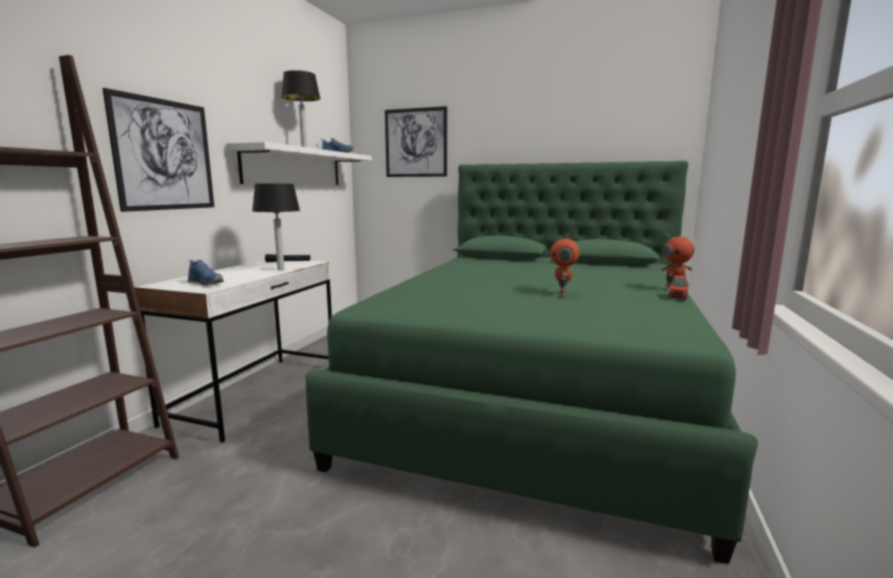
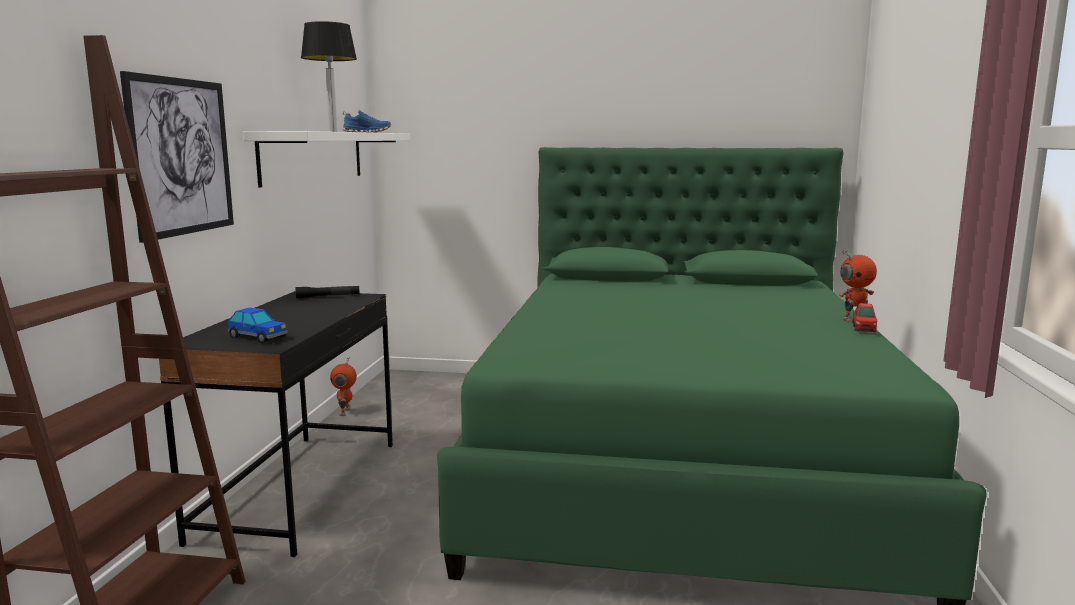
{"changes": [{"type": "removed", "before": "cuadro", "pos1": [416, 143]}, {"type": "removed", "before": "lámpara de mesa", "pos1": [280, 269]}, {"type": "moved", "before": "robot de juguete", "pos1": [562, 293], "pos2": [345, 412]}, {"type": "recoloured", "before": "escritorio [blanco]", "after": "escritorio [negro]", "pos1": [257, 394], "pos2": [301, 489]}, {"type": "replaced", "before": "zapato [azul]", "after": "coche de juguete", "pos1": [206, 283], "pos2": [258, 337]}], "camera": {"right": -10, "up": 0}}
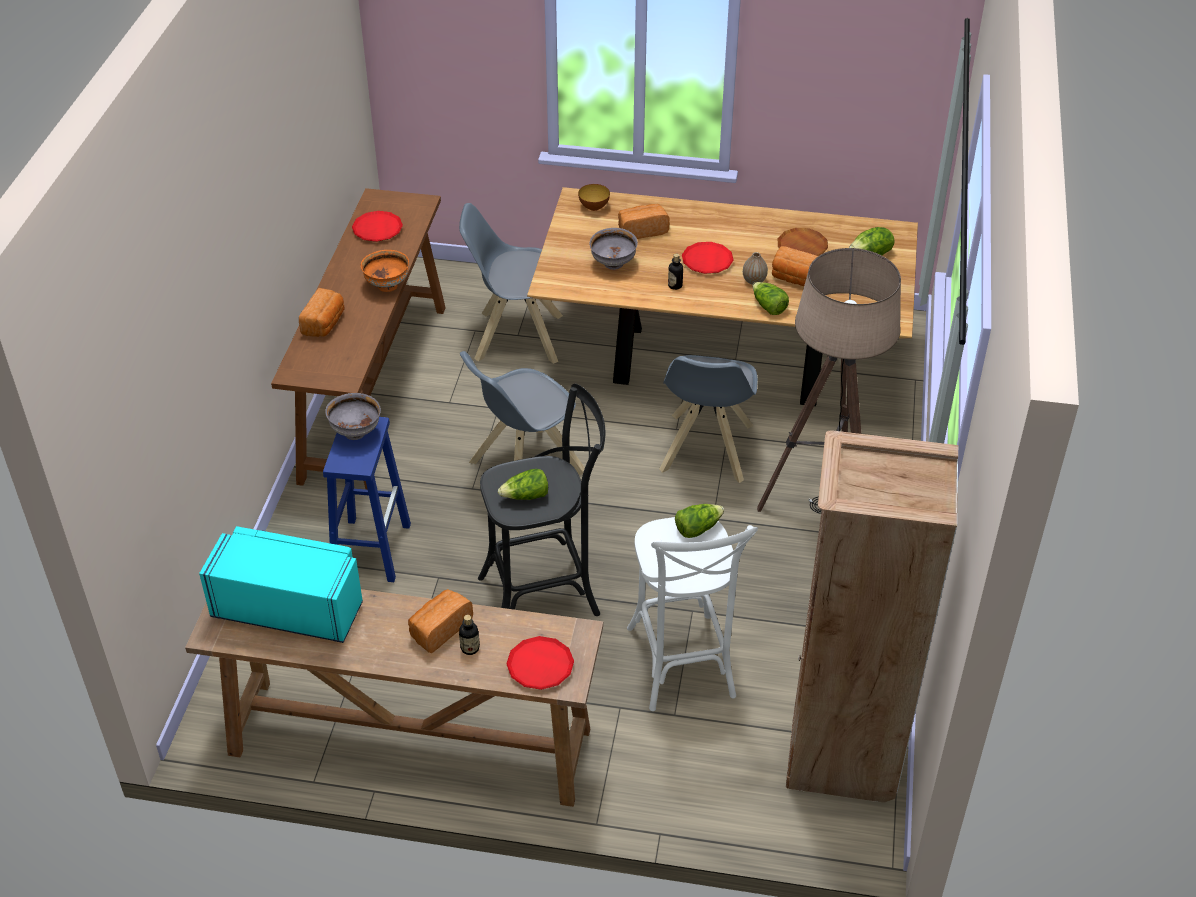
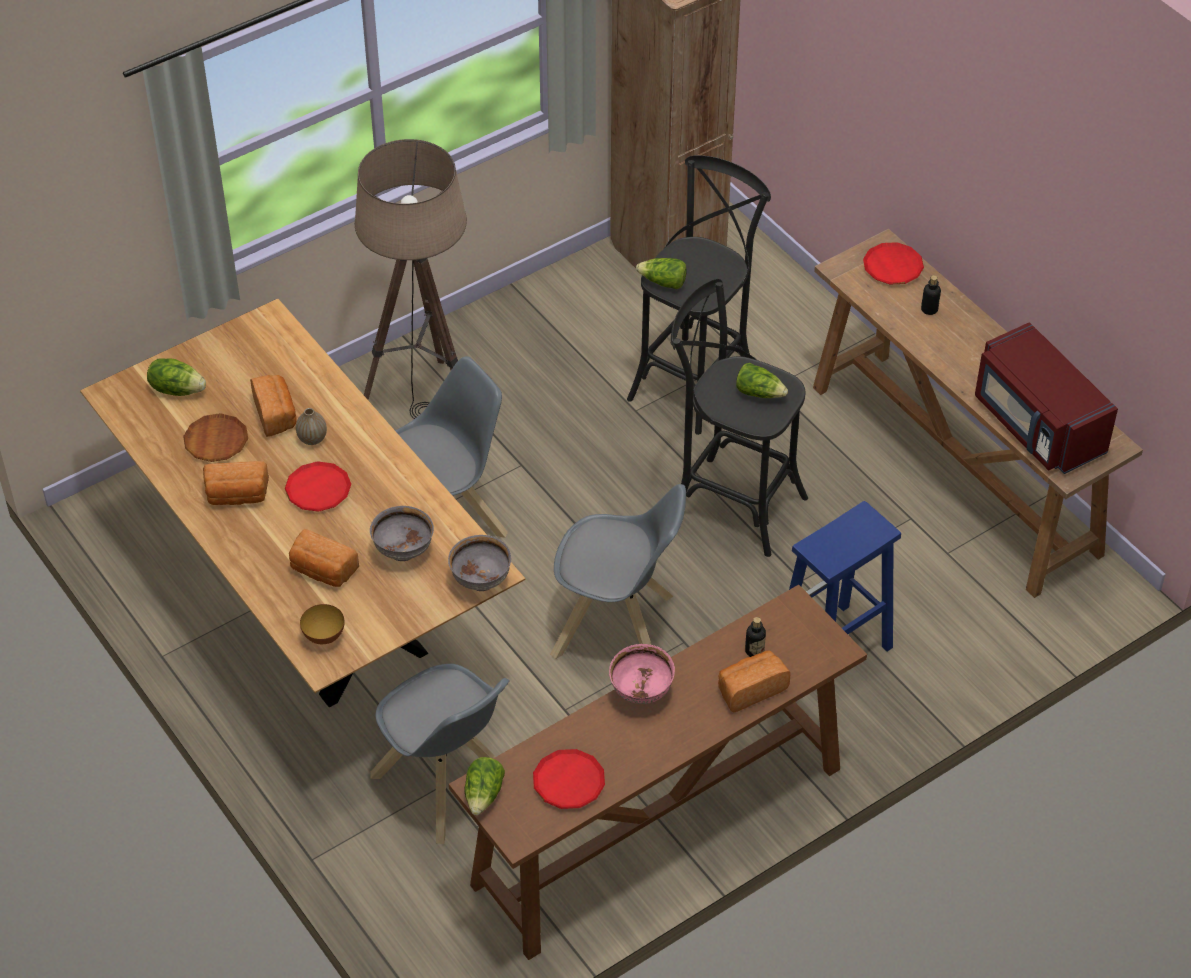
{"changes": [{"type": "recoloured", "before": "cuenco [naranja]", "after": "cuenco [rosa]", "pos1": [387, 286], "pos2": [642, 693]}, {"type": "moved", "before": "botella", "pos1": [675, 285], "pos2": [754, 651]}, {"type": "moved", "before": "lechuga", "pos1": [768, 306], "pos2": [484, 795]}, {"type": "moved", "before": "cuenco [gris]", "pos1": [356, 432], "pos2": [480, 581]}, {"type": "recoloured", "before": "taburete [blanco]", "after": "taburete [negro]", "pos1": [681, 667], "pos2": [696, 380]}, {"type": "recoloured", "before": "microondas [turquesa]", "after": "microondas [rojo]", "pos1": [289, 608], "pos2": [1036, 425]}, {"type": "moved", "before": "pan", "pos1": [439, 629], "pos2": [237, 496]}], "camera": {"right": -135, "up": 5}}
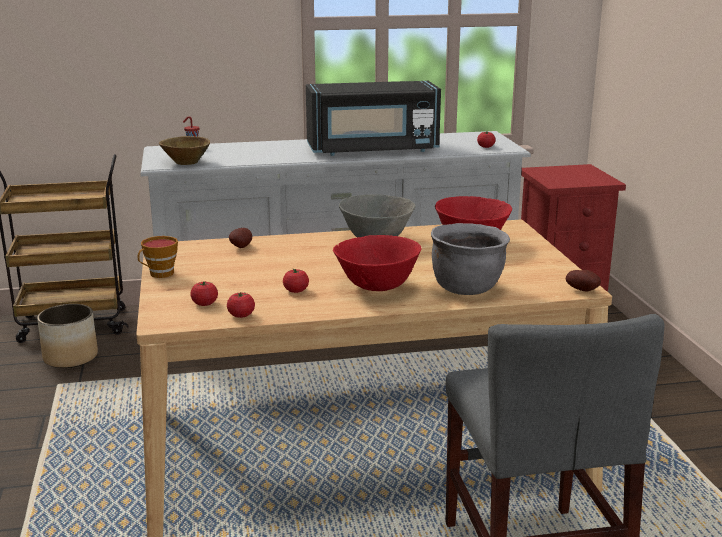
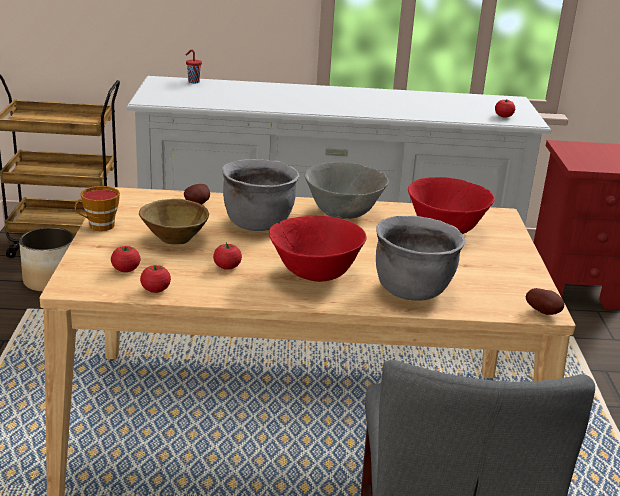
{"changes": [{"type": "removed", "before": "microondas [negro]", "pos1": [372, 150]}, {"type": "moved", "before": "cuenco [marrón]", "pos1": [185, 162], "pos2": [174, 239]}, {"type": "added", "after": "olla [gris]", "pos2": [258, 223]}], "camera": {"right": 10, "up": 5}}
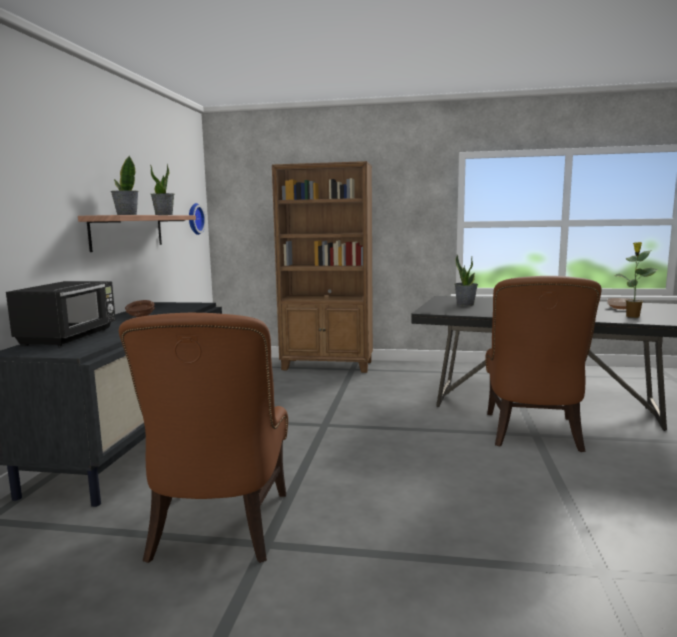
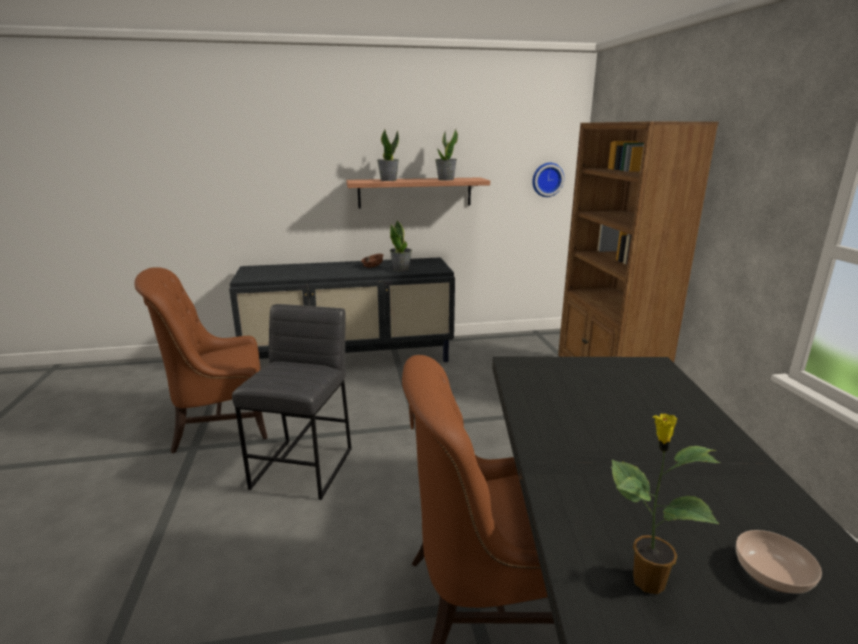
{"changes": [{"type": "moved", "before": "planta en maceta", "pos1": [465, 304], "pos2": [401, 269]}, {"type": "removed", "before": "microondas [negro]", "pos1": [70, 337]}, {"type": "added", "after": "taburete [gris]", "pos2": [303, 467]}], "camera": {"right": 70, "up": 10}}
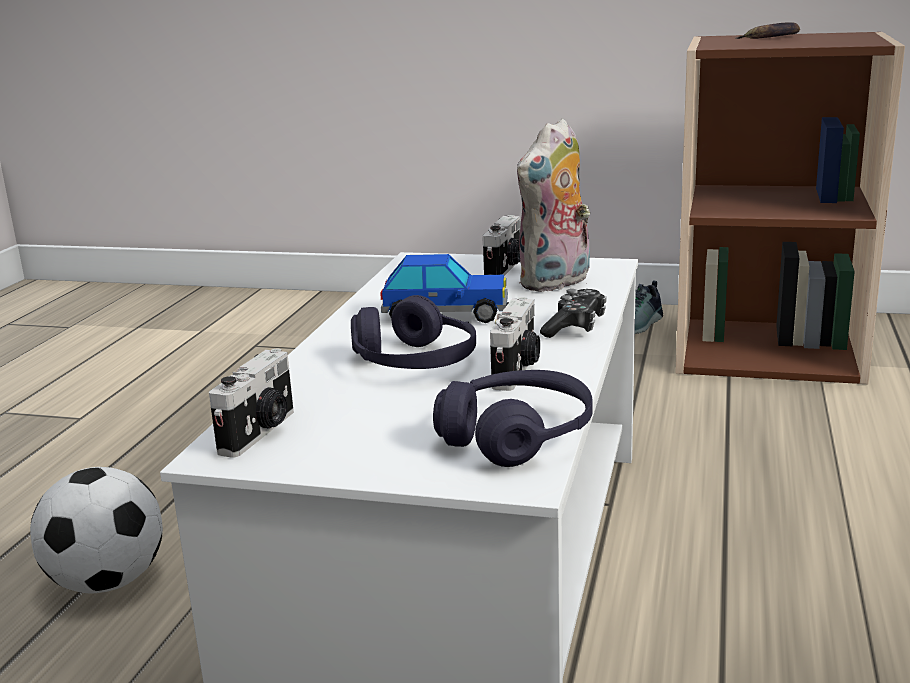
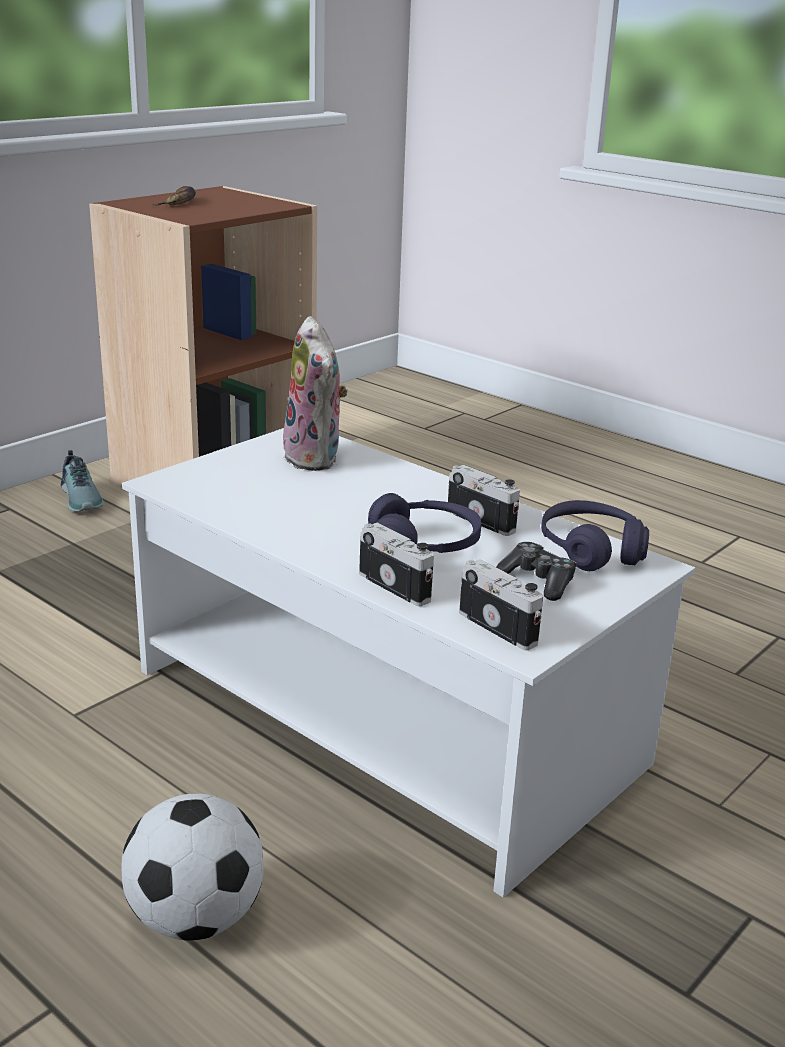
{"changes": [{"type": "moved", "before": "cámara", "pos1": [505, 269], "pos2": [396, 586]}, {"type": "removed", "before": "coche de juguete", "pos1": [446, 314]}, {"type": "moved", "before": "mando de consola", "pos1": [575, 326], "pos2": [538, 581]}], "camera": {"right": -65, "up": 5}}
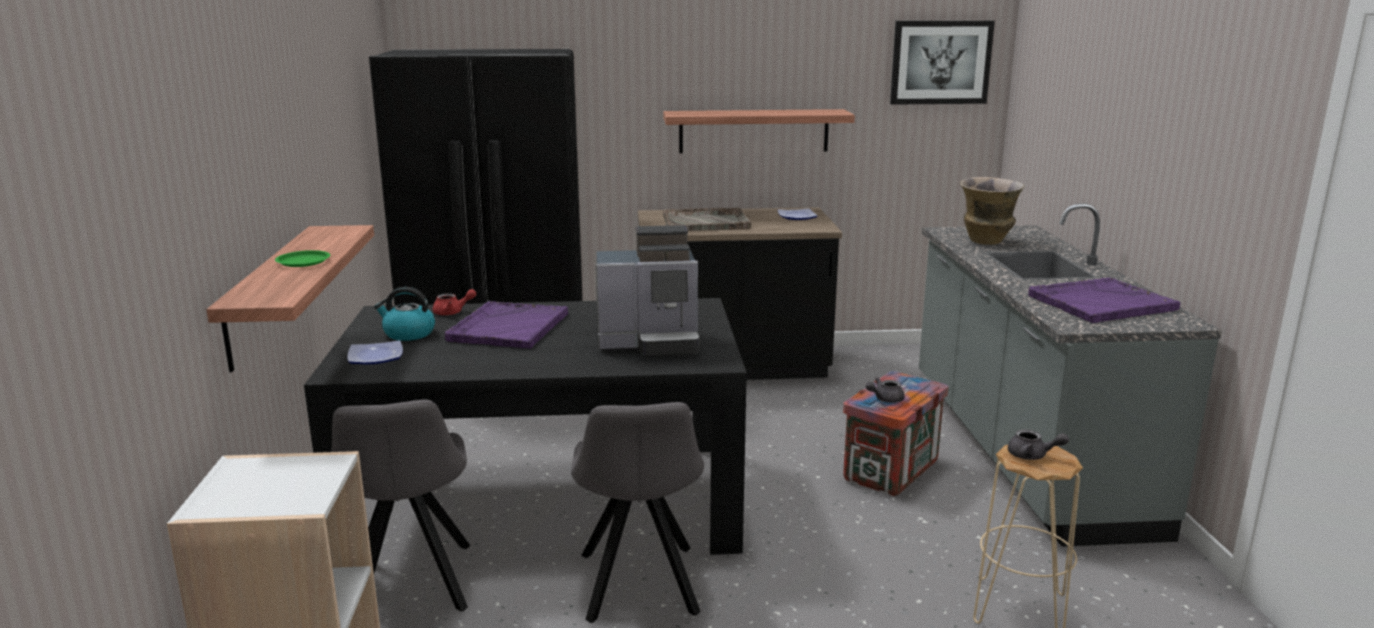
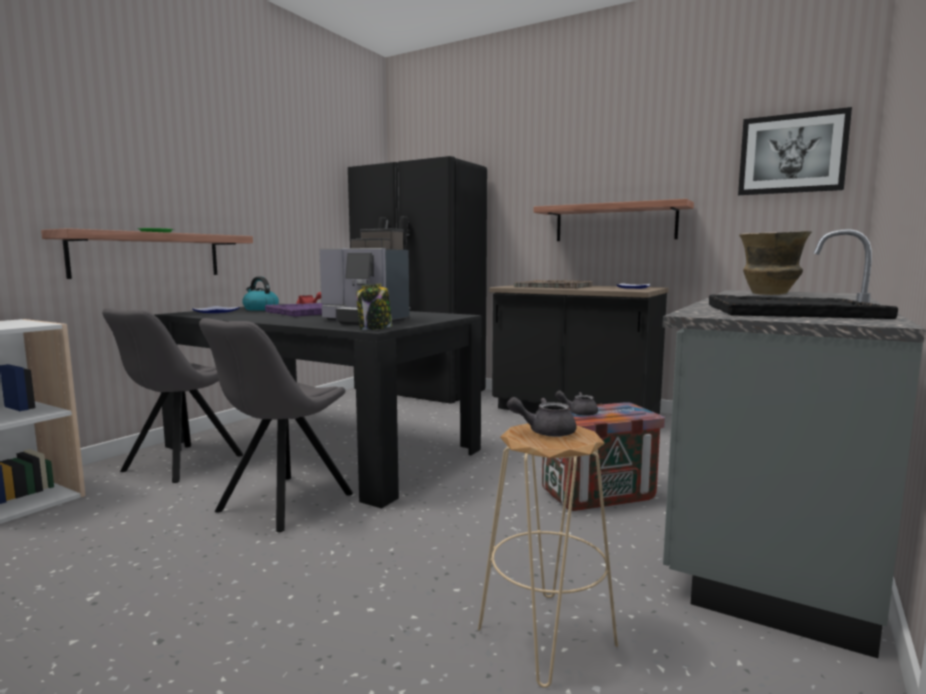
{"changes": [{"type": "recoloured", "before": "bandeja [morado]", "after": "bandeja [negro]", "pos1": [1100, 303], "pos2": [789, 311]}, {"type": "turned", "before": "tetera [gris]", "pos1": [1032, 456], "pos2": [544, 432], "turn": 120}, {"type": "added", "after": "tarro", "pos2": [375, 329]}], "camera": {"right": 35, "up": -10}}
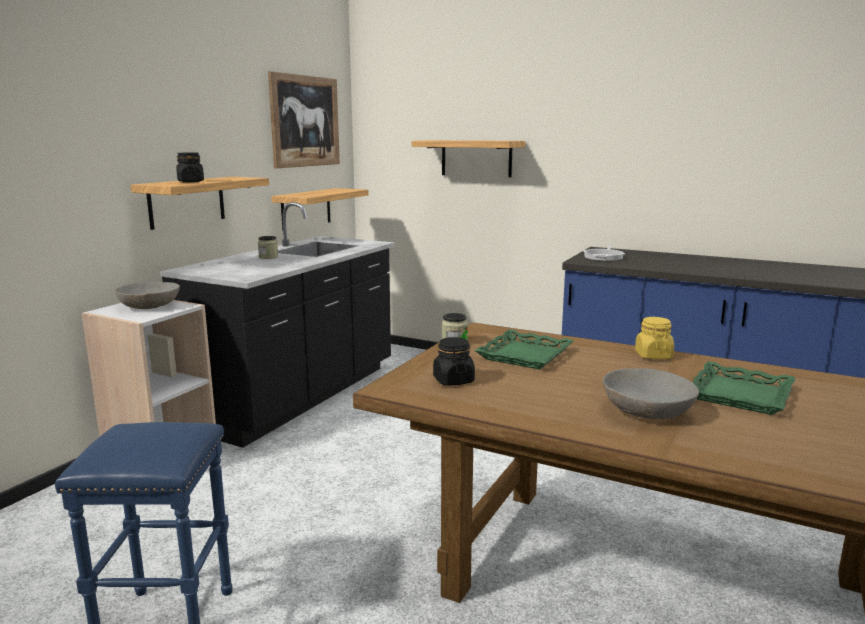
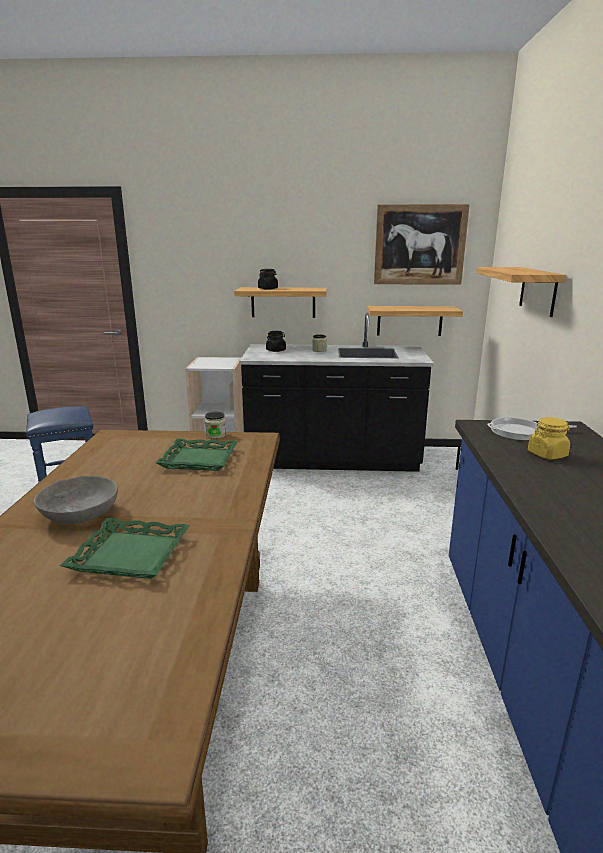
{"changes": [{"type": "removed", "before": "cuenco [gris]", "pos1": [150, 306]}, {"type": "moved", "before": "tarro [amarillo]", "pos1": [653, 355], "pos2": [547, 454]}, {"type": "moved", "before": "tarro [negro]", "pos1": [453, 380], "pos2": [276, 350]}], "camera": {"right": 65, "up": 5}}
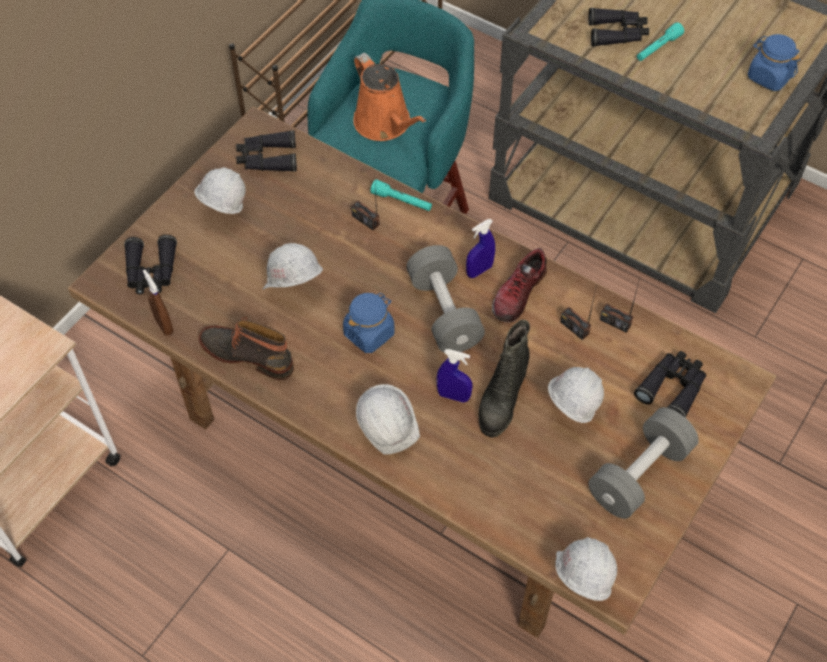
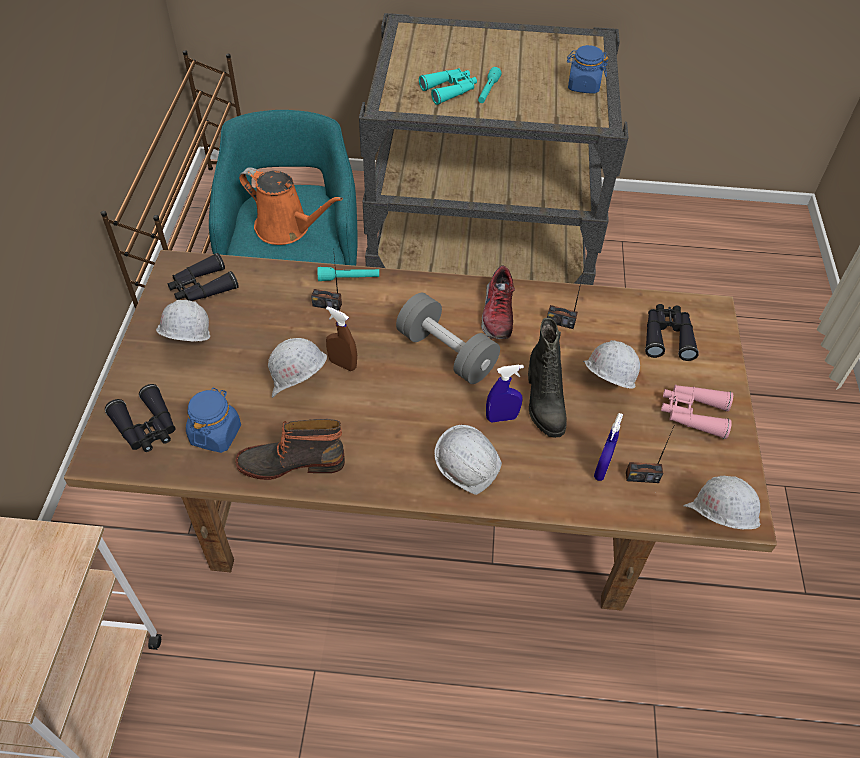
{"changes": [{"type": "recoloured", "before": "prismáticos [negro]", "after": "prismáticos [turquesa]", "pos1": [617, 33], "pos2": [450, 90]}, {"type": "moved", "before": "pulverizador [azul]", "pos1": [479, 270], "pos2": [601, 469]}, {"type": "moved", "before": "pulverizador [marrón]", "pos1": [164, 325], "pos2": [342, 364]}, {"type": "moved", "before": "radio", "pos1": [615, 322], "pos2": [642, 477]}, {"type": "moved", "before": "tarro [azul]", "pos1": [369, 333], "pos2": [215, 434]}, {"type": "replaced", "before": "mancuerna [gris]", "after": "prismáticos [rosa]", "pos1": [639, 474], "pos2": [693, 414]}], "camera": {"right": -30, "up": -5}}
